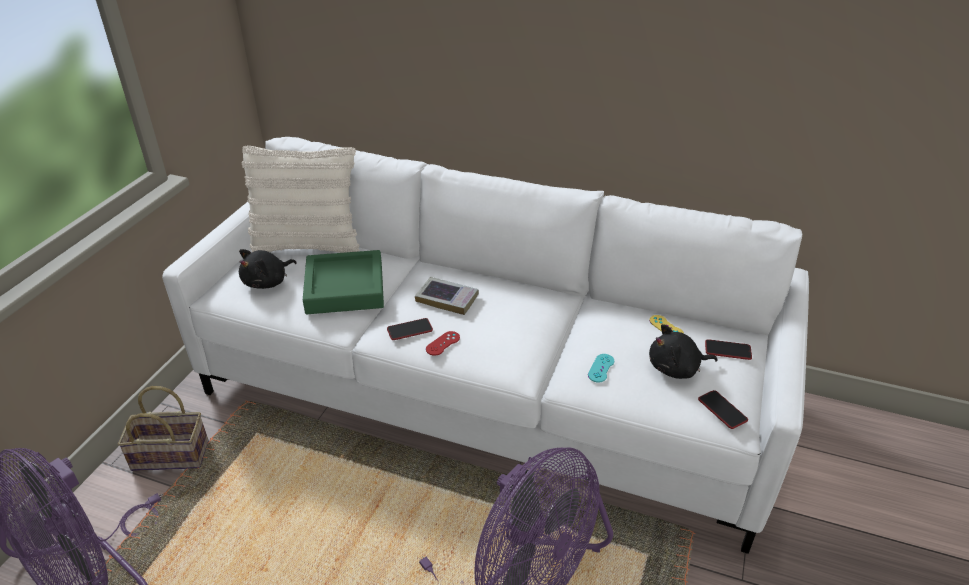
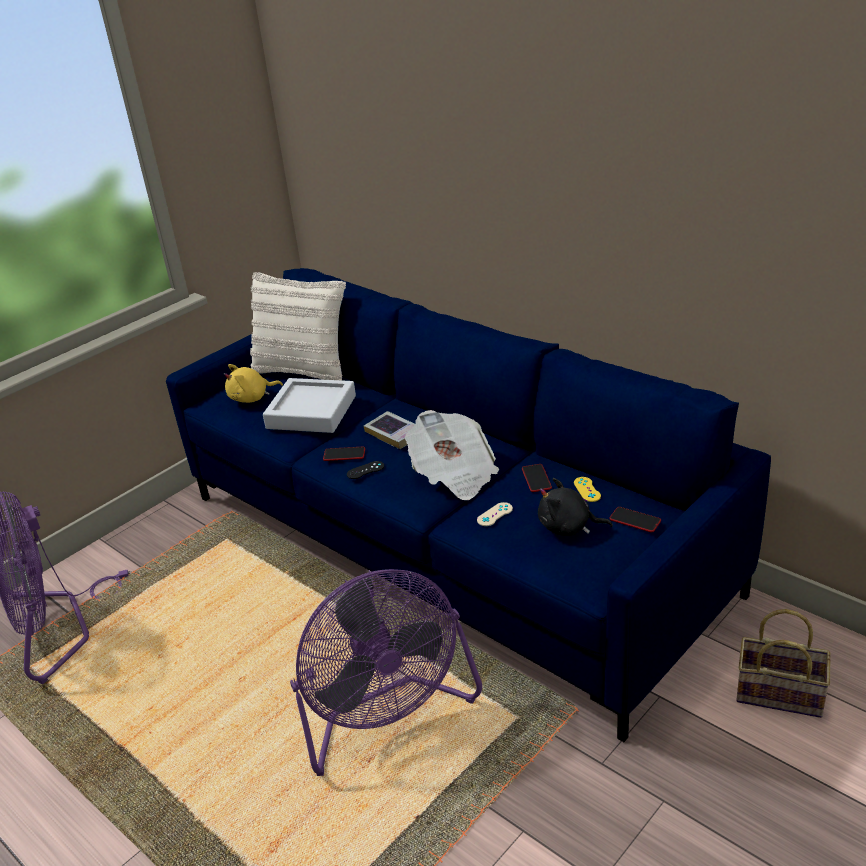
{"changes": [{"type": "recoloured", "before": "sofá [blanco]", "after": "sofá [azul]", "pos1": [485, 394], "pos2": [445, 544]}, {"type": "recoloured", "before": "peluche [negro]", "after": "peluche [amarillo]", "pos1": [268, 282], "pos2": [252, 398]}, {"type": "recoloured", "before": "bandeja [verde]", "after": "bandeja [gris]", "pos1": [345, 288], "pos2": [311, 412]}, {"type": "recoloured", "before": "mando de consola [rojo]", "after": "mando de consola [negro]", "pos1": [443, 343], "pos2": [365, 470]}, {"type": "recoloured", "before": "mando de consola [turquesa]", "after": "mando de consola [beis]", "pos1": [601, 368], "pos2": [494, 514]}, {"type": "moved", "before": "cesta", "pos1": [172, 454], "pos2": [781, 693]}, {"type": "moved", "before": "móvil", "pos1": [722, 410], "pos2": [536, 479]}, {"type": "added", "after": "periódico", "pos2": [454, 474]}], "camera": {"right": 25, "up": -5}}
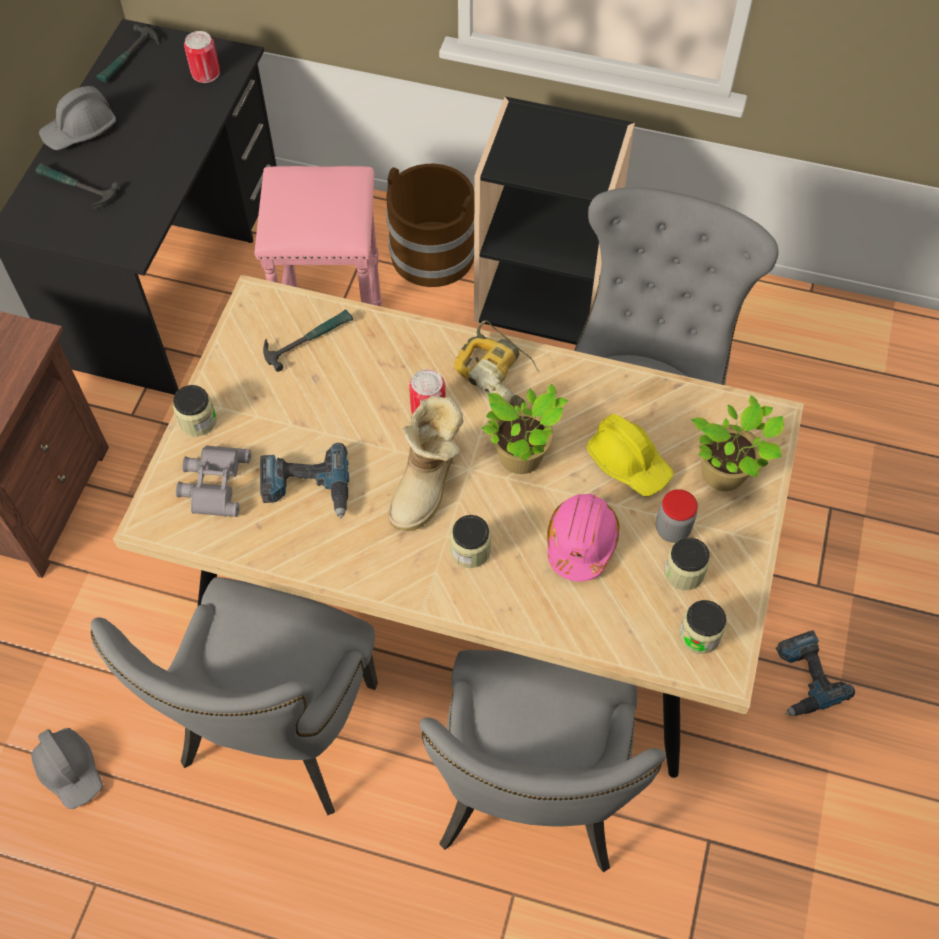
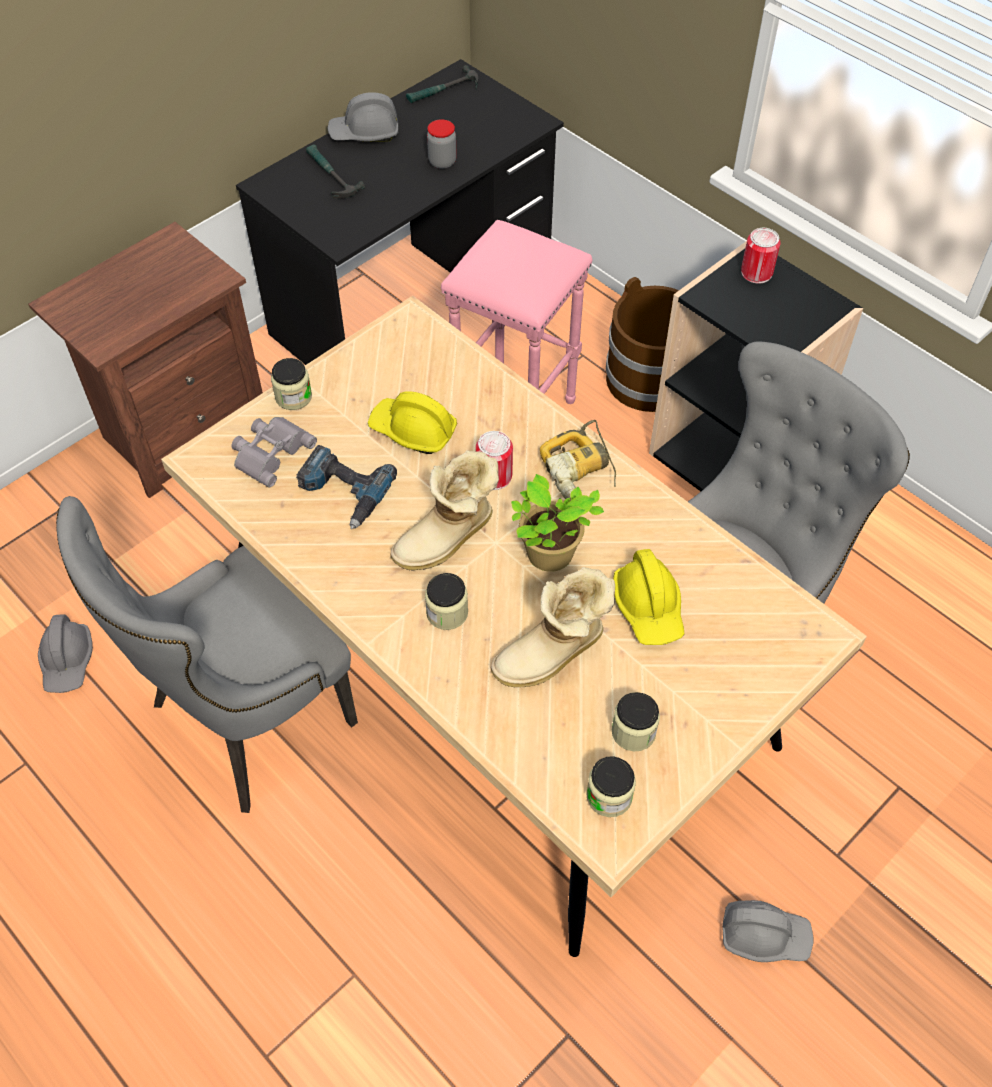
{"changes": [{"type": "moved", "before": "lata", "pos1": [205, 73], "pos2": [756, 272]}, {"type": "removed", "before": "martillo", "pos1": [308, 339]}, {"type": "removed", "before": "planta en maceta", "pos1": [726, 475]}, {"type": "moved", "before": "tarro", "pos1": [672, 529], "pos2": [442, 162]}, {"type": "replaced", "before": "casco [rosa]", "after": "bota", "pos1": [581, 541], "pos2": [554, 655]}, {"type": "replaced", "before": "taladro", "after": "casco [gris]", "pos1": [803, 678], "pos2": [764, 935]}, {"type": "removed", "before": "silla [gris]", "pos1": [530, 794]}, {"type": "added", "after": "casco [amarillo]", "pos2": [413, 431]}], "camera": {"right": 30, "up": -5}}
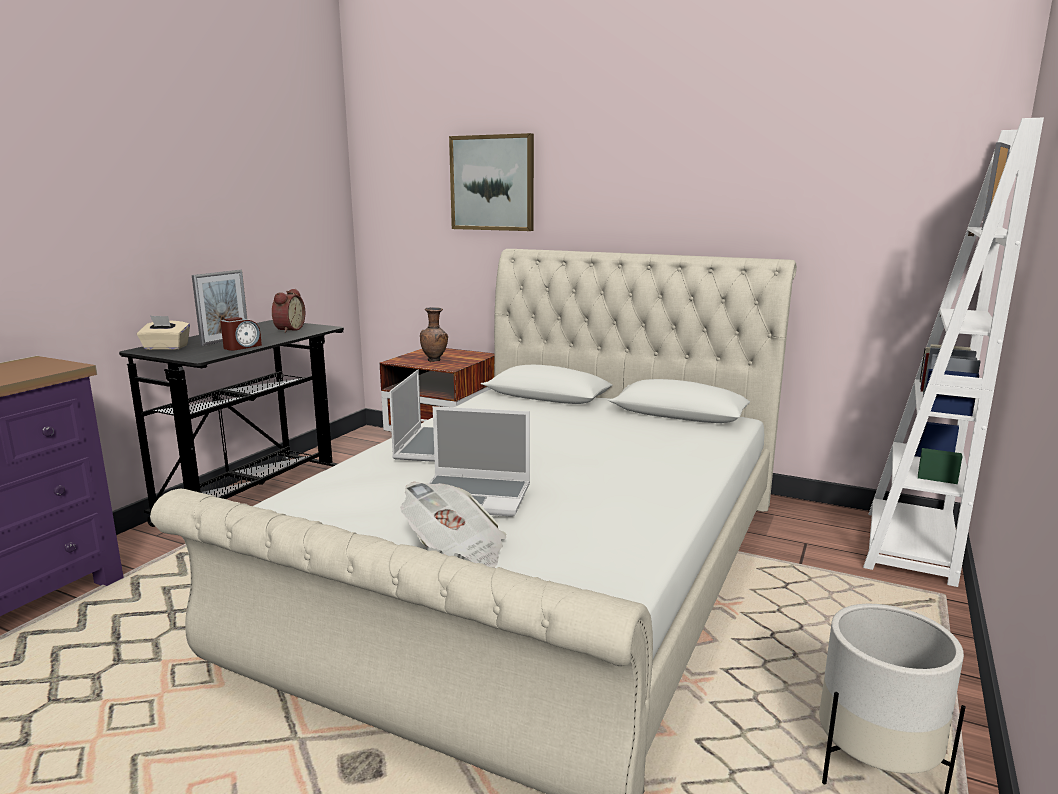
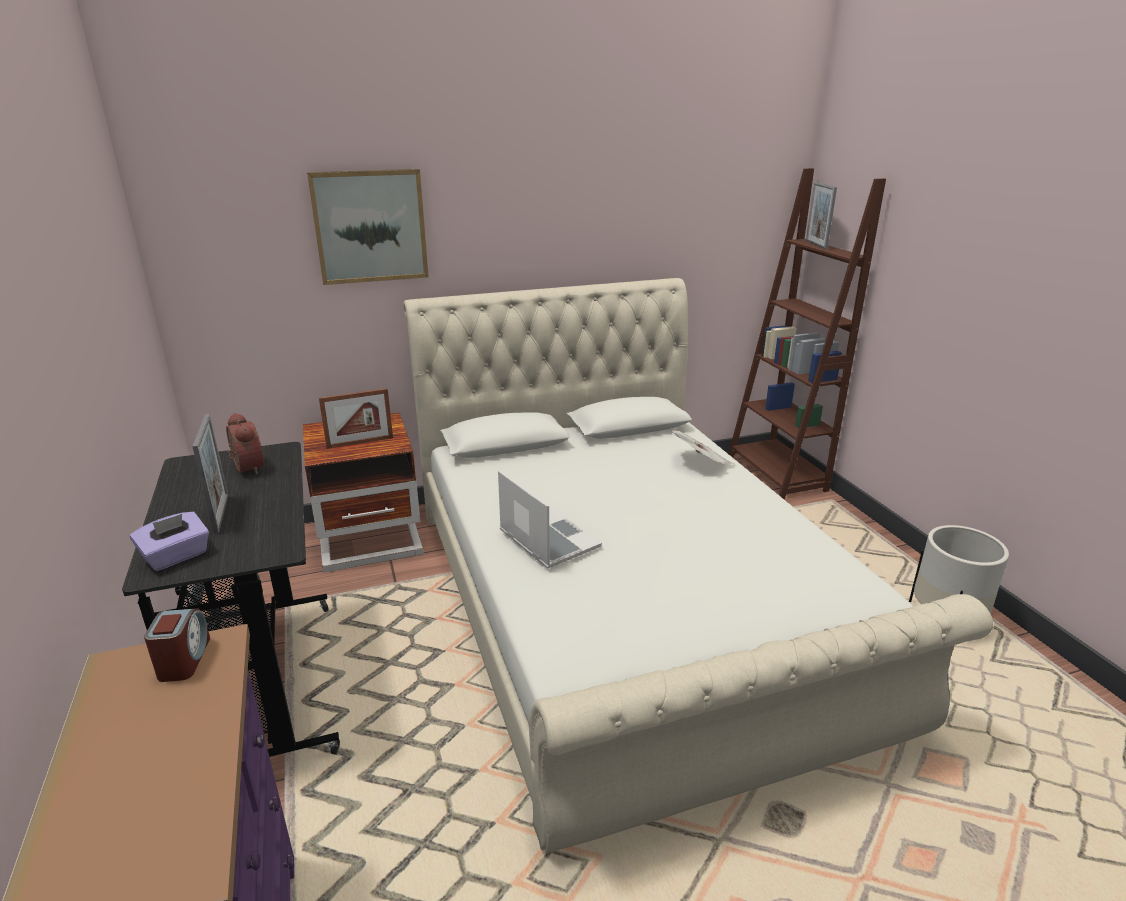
{"changes": [{"type": "recoloured", "before": "estantería [blanco]", "after": "estantería [marrón]", "pos1": [910, 547], "pos2": [776, 473]}, {"type": "replaced", "before": "florero [marrón]", "after": "portarretratos", "pos1": [435, 361], "pos2": [360, 443]}, {"type": "recoloured", "before": "caja de pañuelos [beis]", "after": "caja de pañuelos [morado]", "pos1": [166, 347], "pos2": [176, 557]}, {"type": "moved", "before": "despertador", "pos1": [242, 347], "pos2": [184, 659]}, {"type": "removed", "before": "portátil", "pos1": [475, 497]}, {"type": "moved", "before": "periódico", "pos1": [456, 549], "pos2": [701, 463]}], "camera": {"right": -45, "up": 10}}
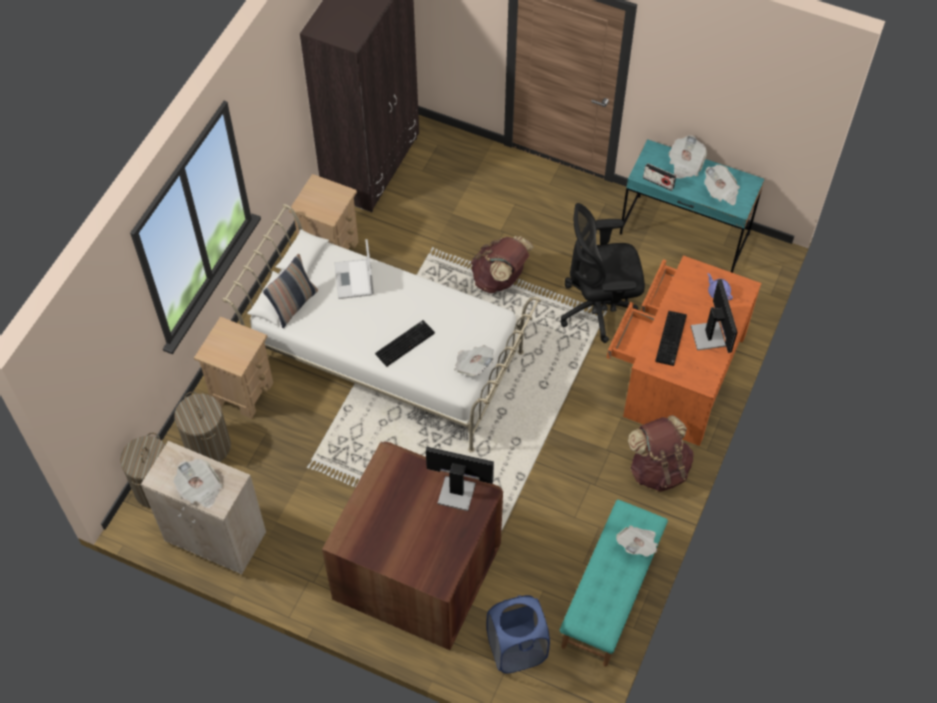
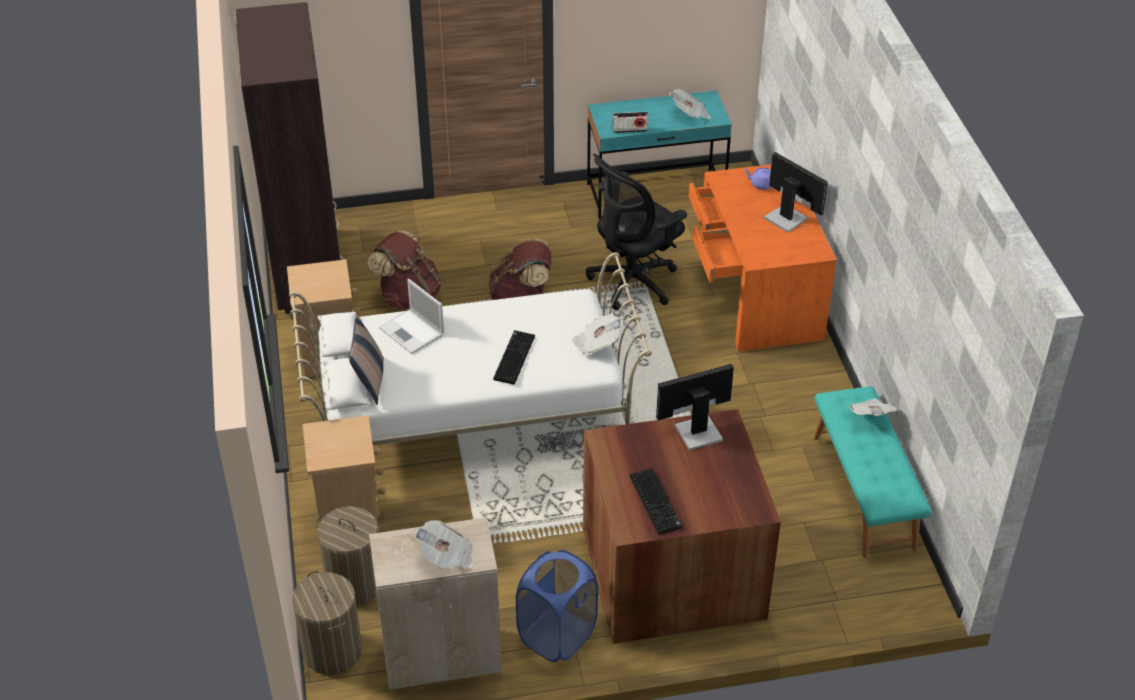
{"changes": [{"type": "removed", "before": "periódico", "pos1": [685, 164]}, {"type": "moved", "before": "teclado", "pos1": [671, 339], "pos2": [657, 502]}, {"type": "moved", "before": "mochila [marrón]", "pos1": [658, 469], "pos2": [408, 296]}, {"type": "moved", "before": "cesto de la ropa [azul]", "pos1": [516, 649], "pos2": [557, 635]}], "camera": {"right": -35, "up": -15}}
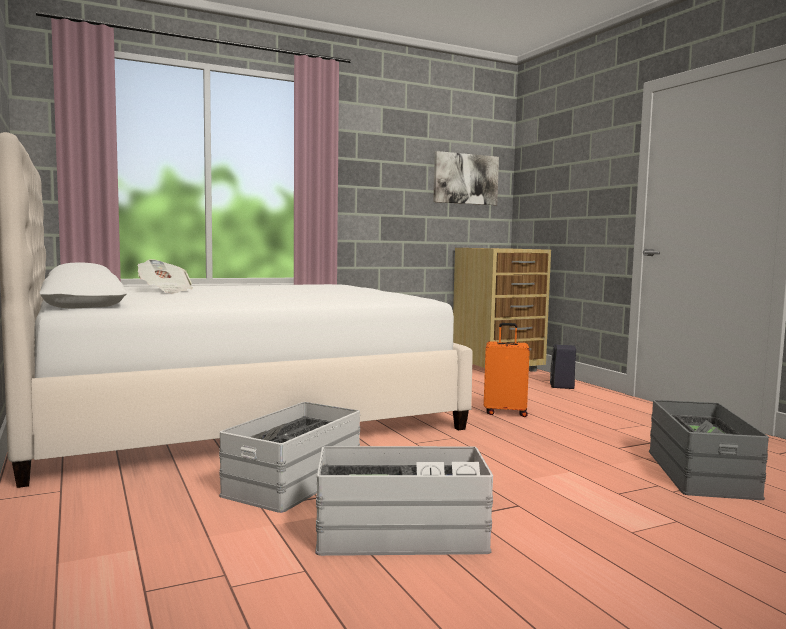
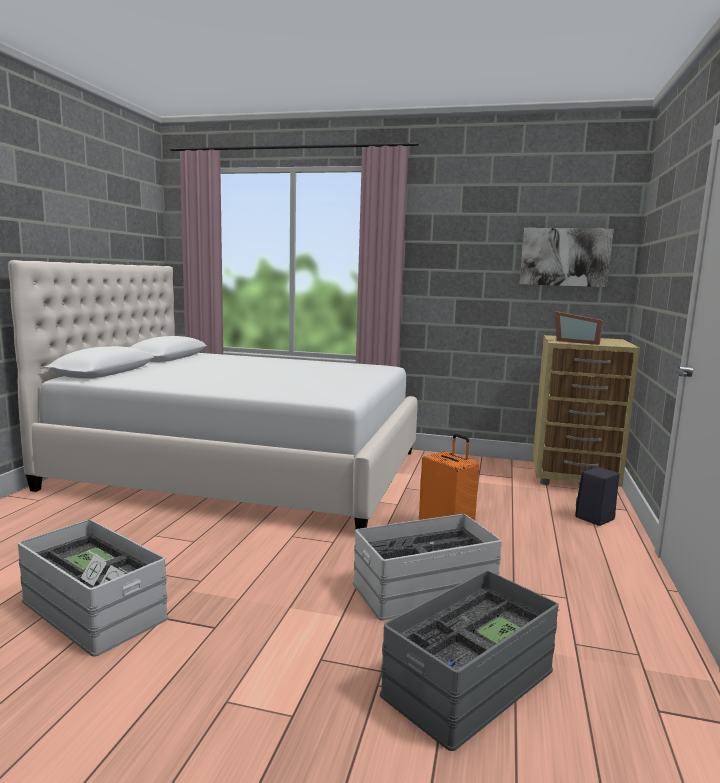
{"changes": [{"type": "removed", "before": "periódico", "pos1": [165, 291]}, {"type": "moved", "before": "caja de almacenaje [gris]", "pos1": [295, 481], "pos2": [424, 590]}, {"type": "added", "after": "portarretratos", "pos2": [577, 342]}], "camera": {"right": 40, "up": 5}}
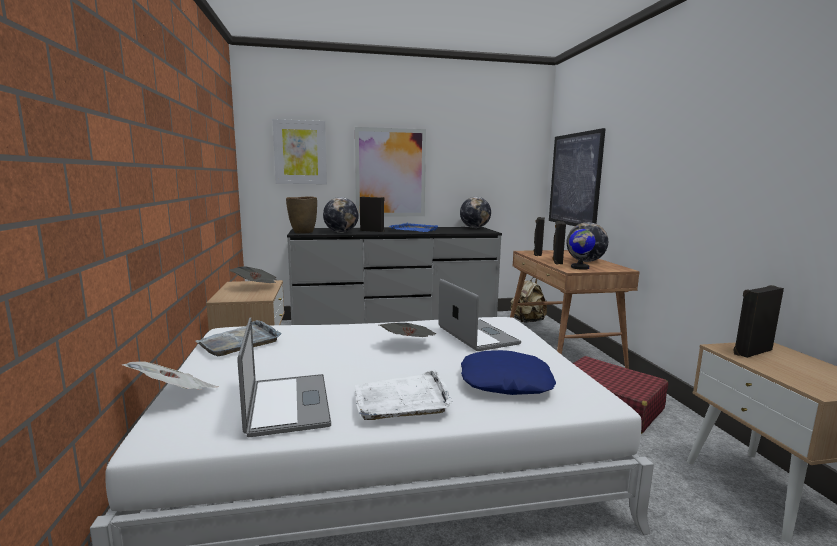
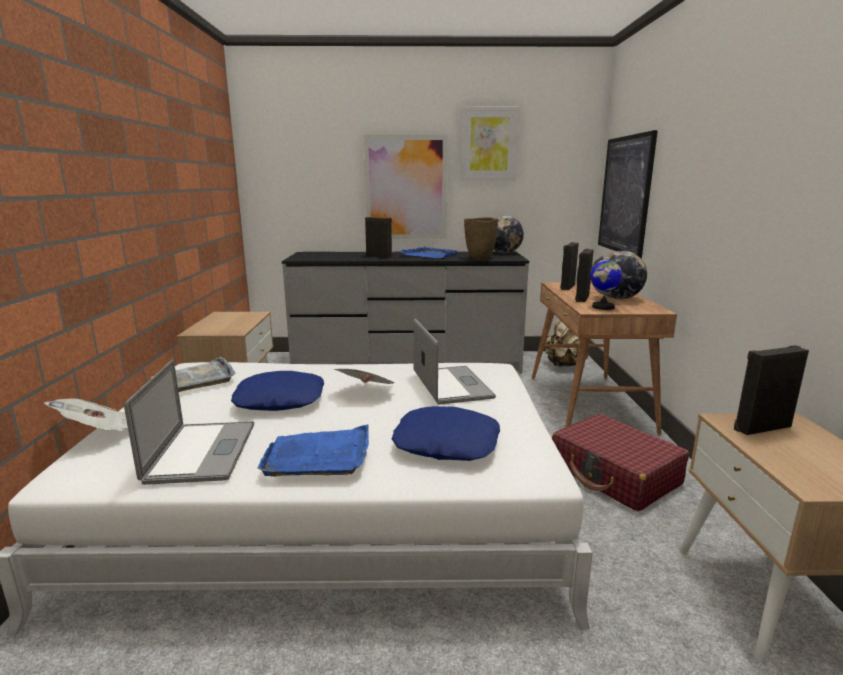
{"changes": [{"type": "moved", "before": "cuadro", "pos1": [300, 152], "pos2": [489, 144]}, {"type": "moved", "before": "florero [marrón]", "pos1": [303, 232], "pos2": [480, 258]}, {"type": "removed", "before": "globo terráqueo", "pos1": [341, 232]}, {"type": "removed", "before": "periódico", "pos1": [256, 287]}, {"type": "recoloured", "before": "bandeja [blanco]", "after": "bandeja [azul]", "pos1": [402, 399], "pos2": [318, 455]}, {"type": "added", "after": "cojín [azul]", "pos2": [280, 400]}], "camera": {"right": 10, "up": 5}}
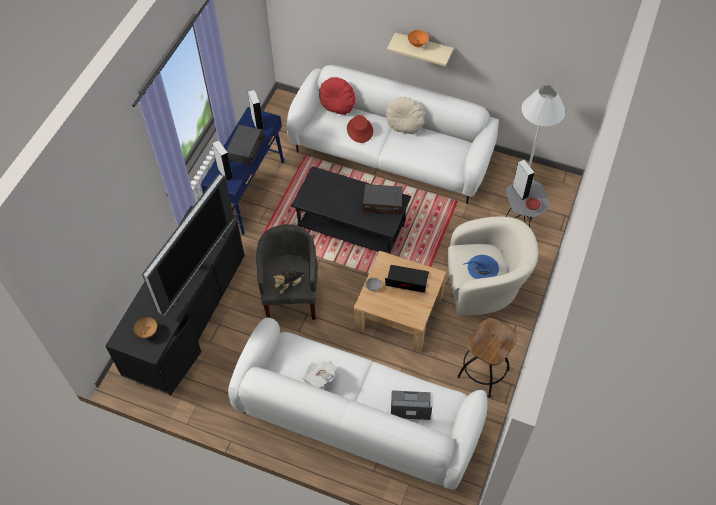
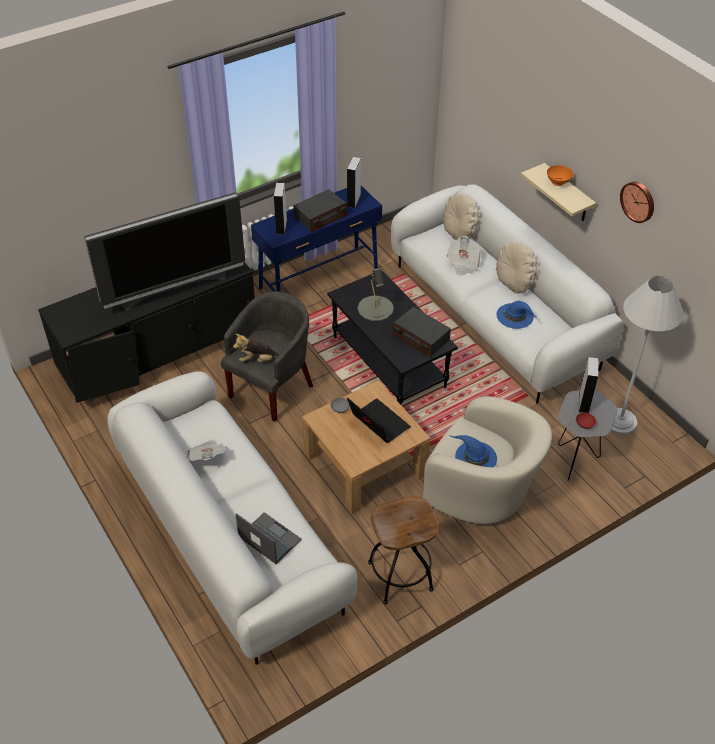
{"changes": [{"type": "recoloured", "before": "cojín [rojo]", "after": "cojín [beis]", "pos1": [337, 108], "pos2": [459, 234]}, {"type": "replaced", "before": "sombrero [rojo]", "after": "periódico", "pos1": [360, 130], "pos2": [463, 264]}, {"type": "removed", "before": "cuenco [marrón]", "pos1": [147, 332]}, {"type": "added", "after": "reloj de pared", "pos2": [638, 201]}, {"type": "added", "after": "lámpara de mesa [gris]", "pos2": [375, 308]}, {"type": "added", "after": "sombrero [azul]", "pos2": [515, 316]}], "camera": {"right": 35, "up": -10}}
